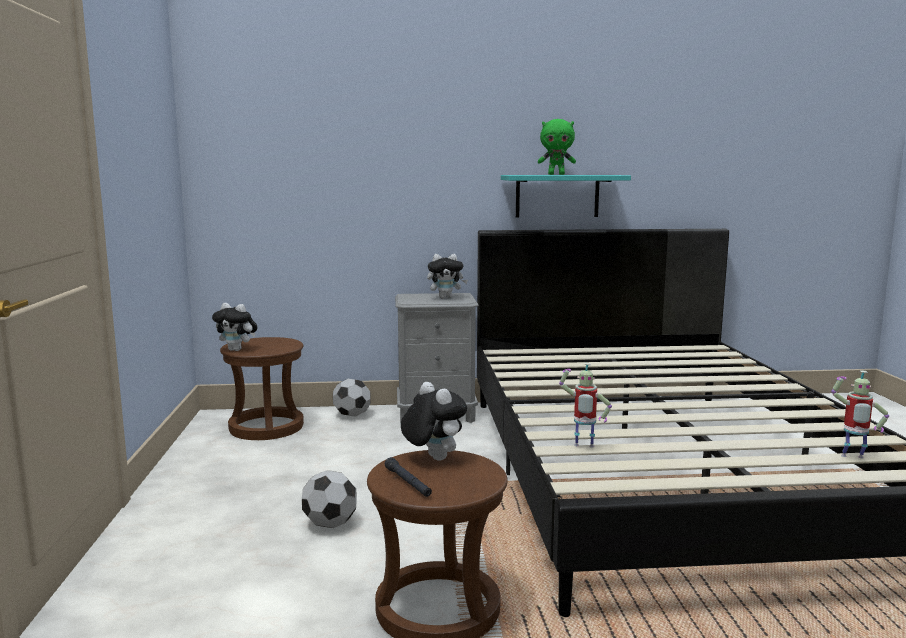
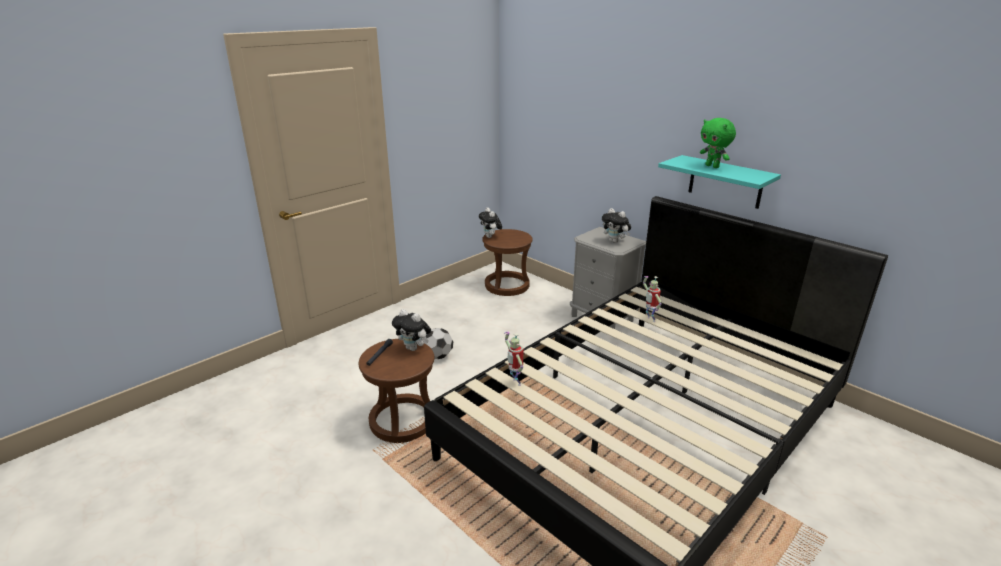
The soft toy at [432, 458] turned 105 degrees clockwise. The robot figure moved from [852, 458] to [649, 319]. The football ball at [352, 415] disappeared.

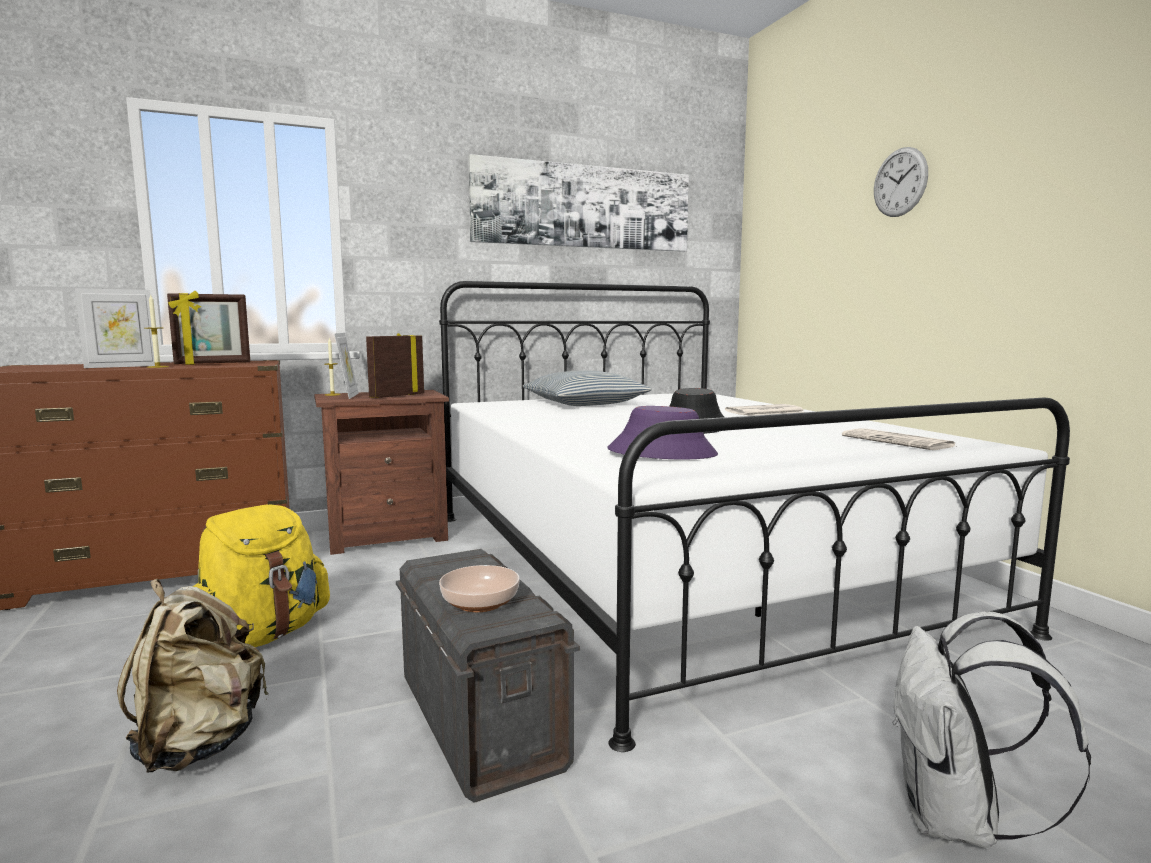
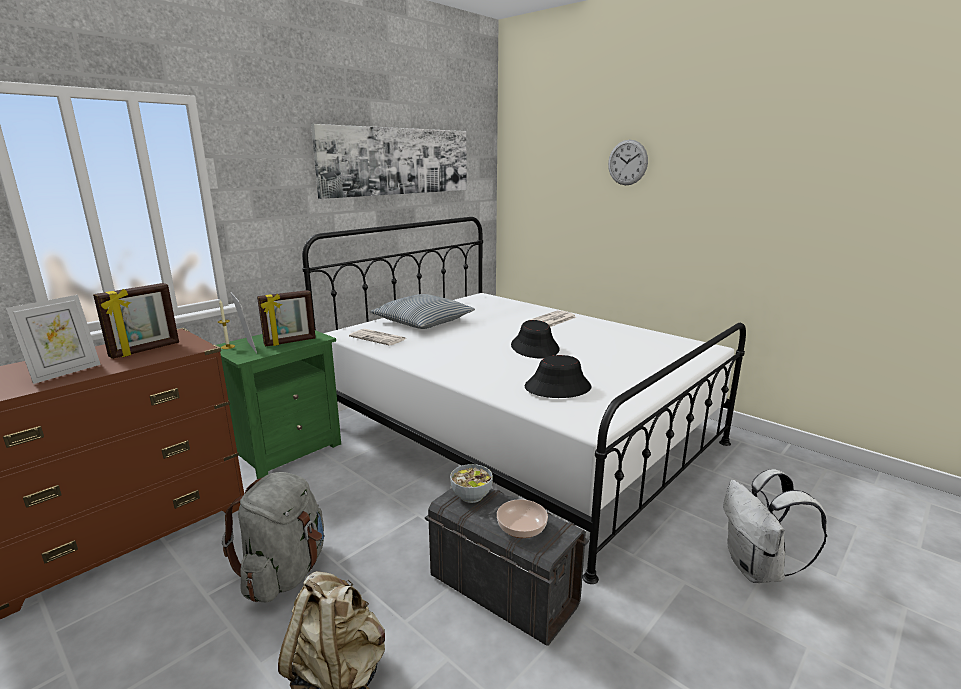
The brown nightstand at [387, 536] became the green nightstand at [287, 449]. The yellow backpack at [261, 636] became the grey backpack at [285, 572]. The picture frame at [396, 396] turned 135 degrees counterclockwise. The daily paper moved from [899, 441] to [379, 338]. The deep dish at [471, 495] appeared. The purple-coloured wearable hat at [662, 453] became the blackish wearable hat at [557, 387]. The wax candle at [157, 367] disappeared.

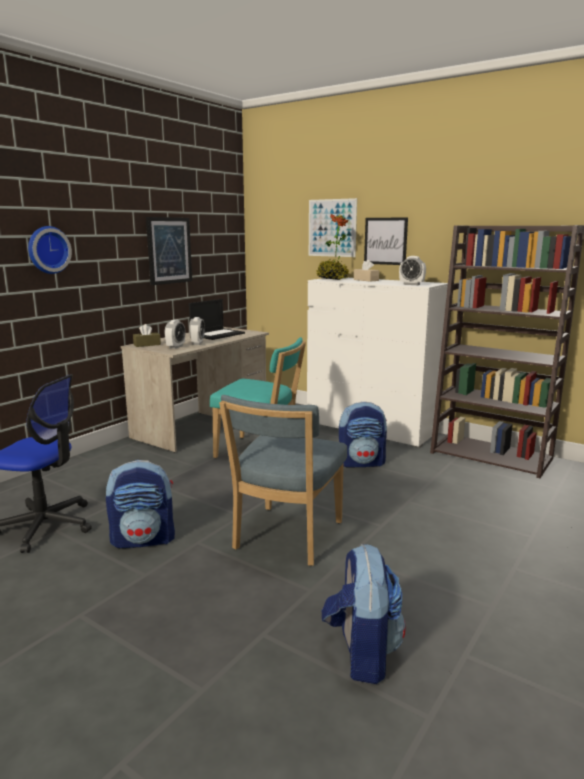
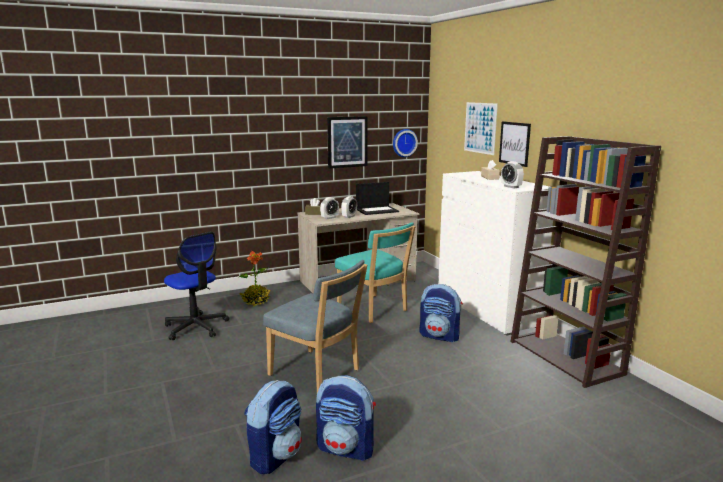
The potted plant moved from [332, 279] to [255, 301]. The blue-coloured plain chair at [285, 538] turned 105 degrees counterclockwise. The backpack moved from [144, 539] to [346, 448]. The wall clock moved from [47, 250] to [404, 142].

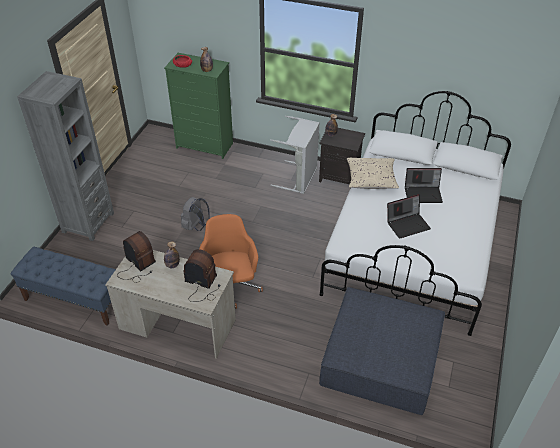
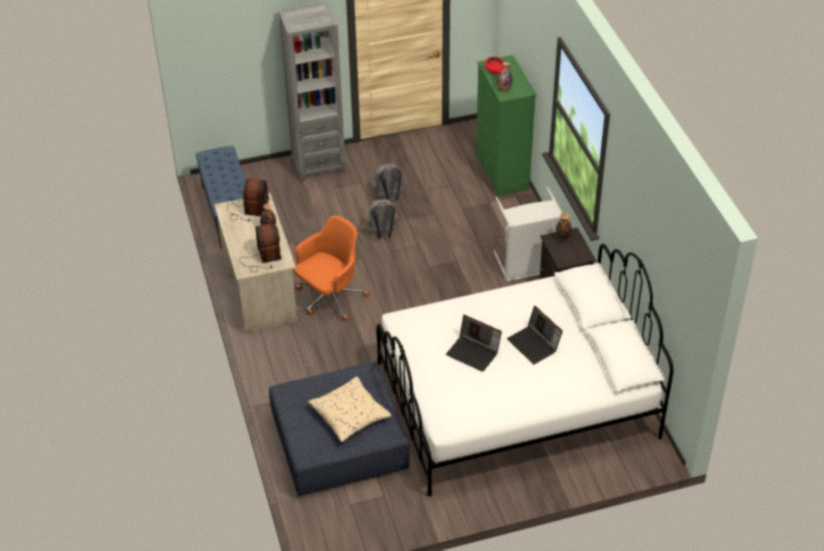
The sand-coloured throw pillow moved from [371, 179] to [350, 415]. The grey backpack at [388, 197] appeared.

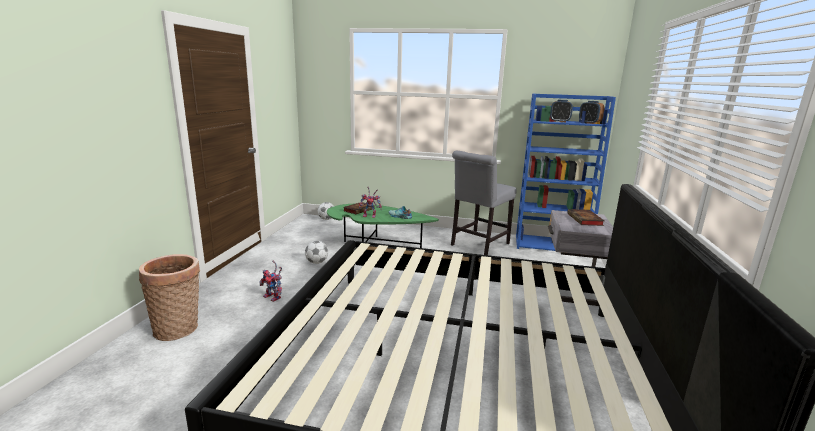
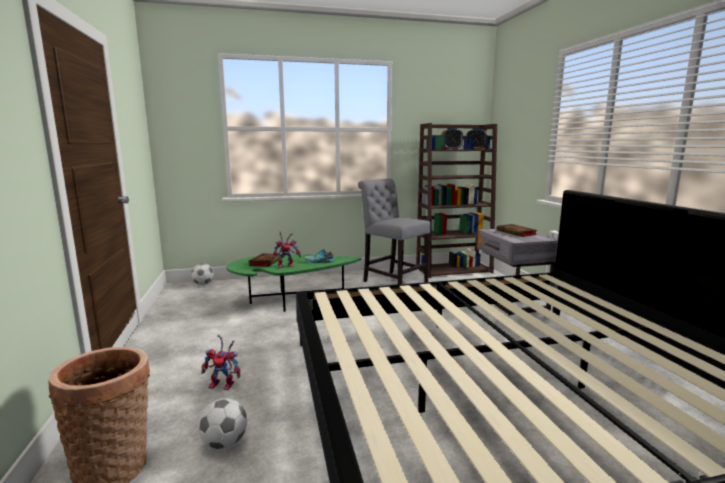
The football ball moved from [317, 262] to [224, 443]. The grey plain chair at [478, 245] turned 120 degrees clockwise. The blue-coloured shelving unit at [552, 245] became the brown shelving unit at [454, 270].

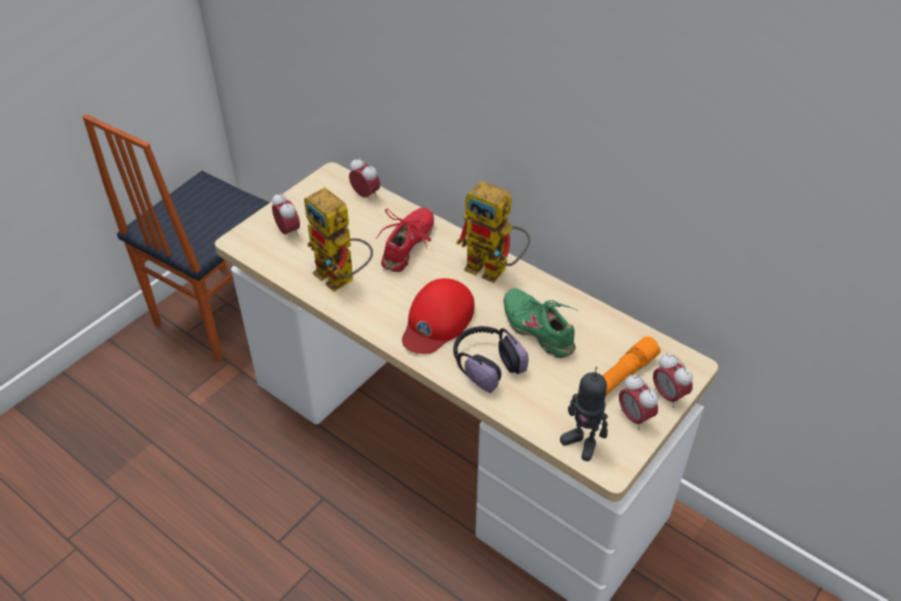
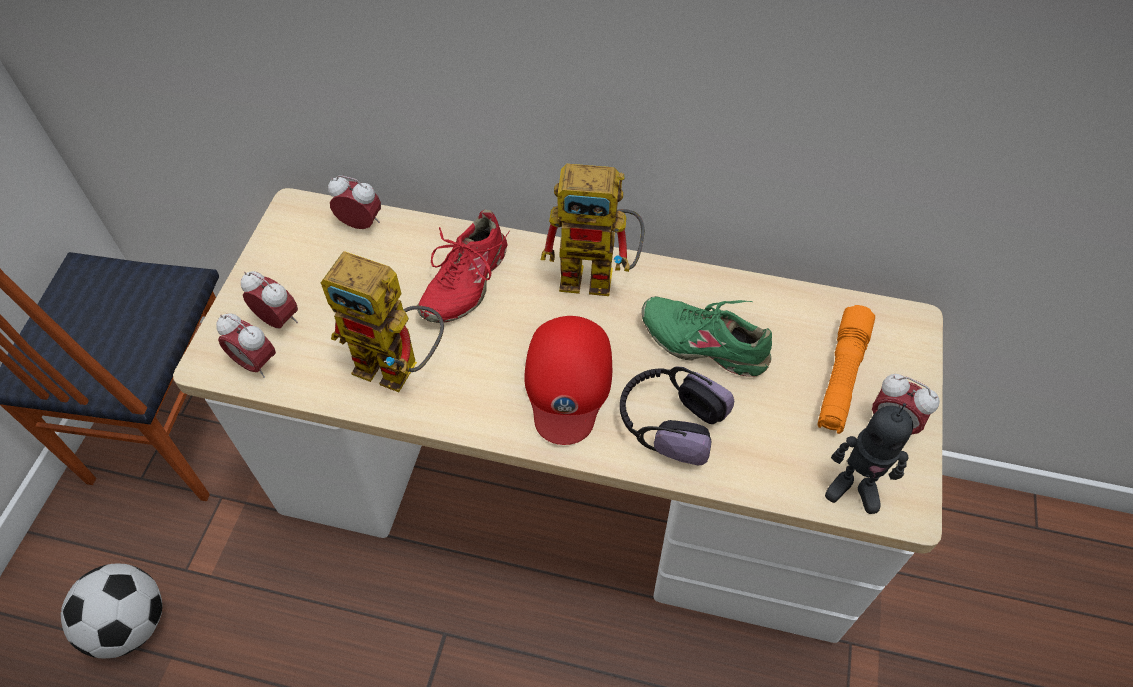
The football ball at [130, 624] appeared. The alarm clock moved from [668, 395] to [255, 363]. The red-coloured low shoe at [408, 246] turned 150 degrees counterclockwise.

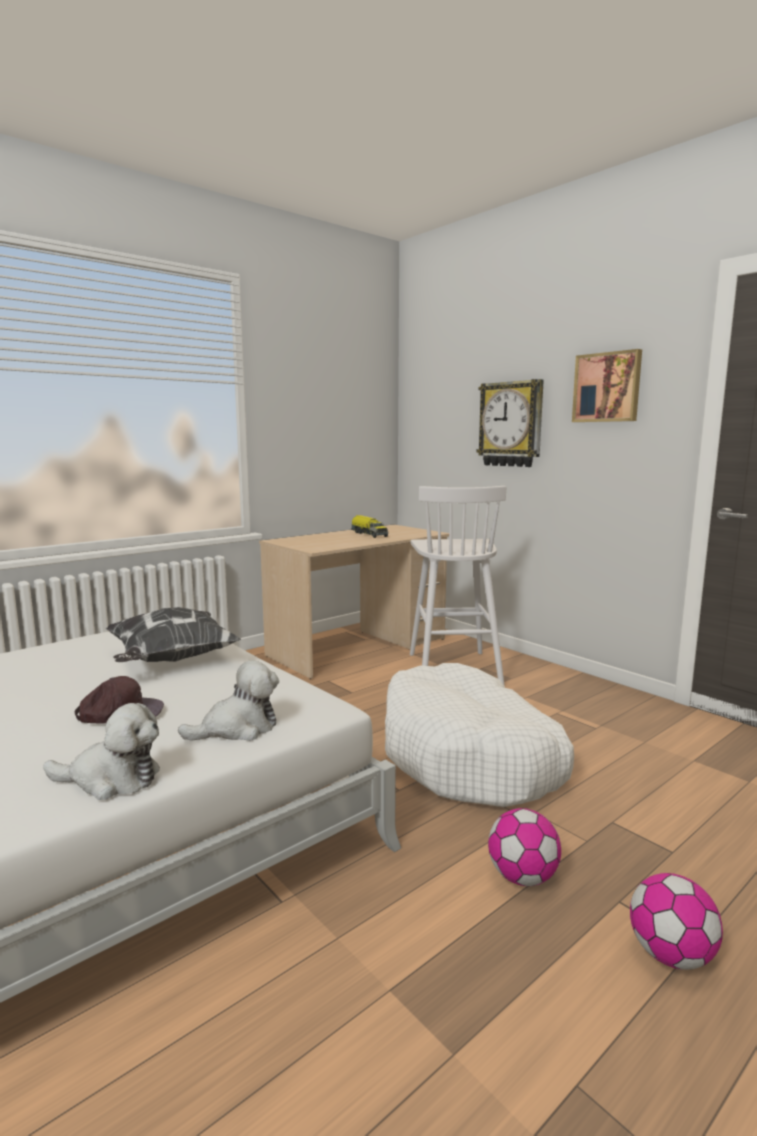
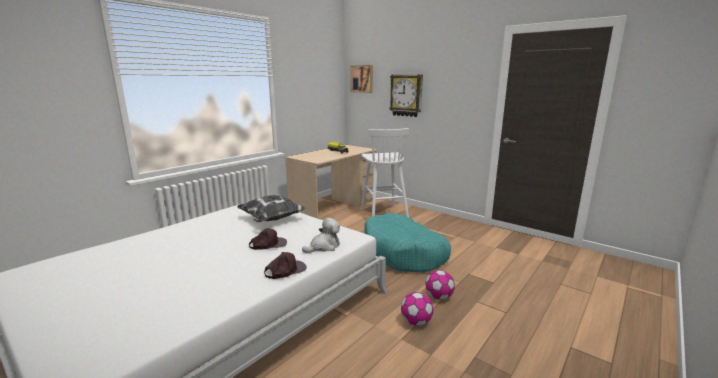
The soft toy at [111, 779] was replaced by the brown peaked cap at [285, 270]. The picture moved from [607, 387] to [362, 79]. The white dog bed at [469, 756] became the turquoise-coloured dog bed at [403, 253]. The football ball moved from [670, 955] to [416, 322].

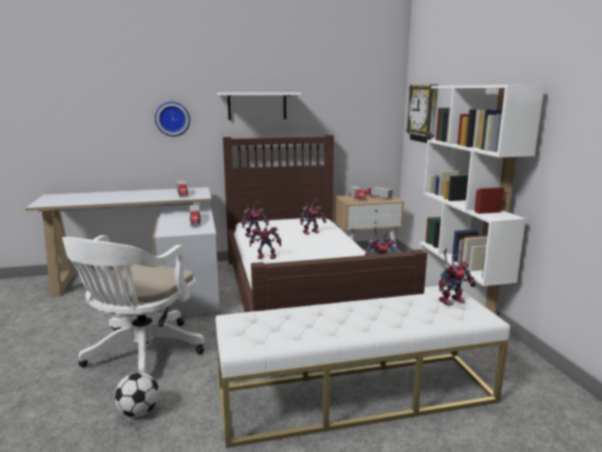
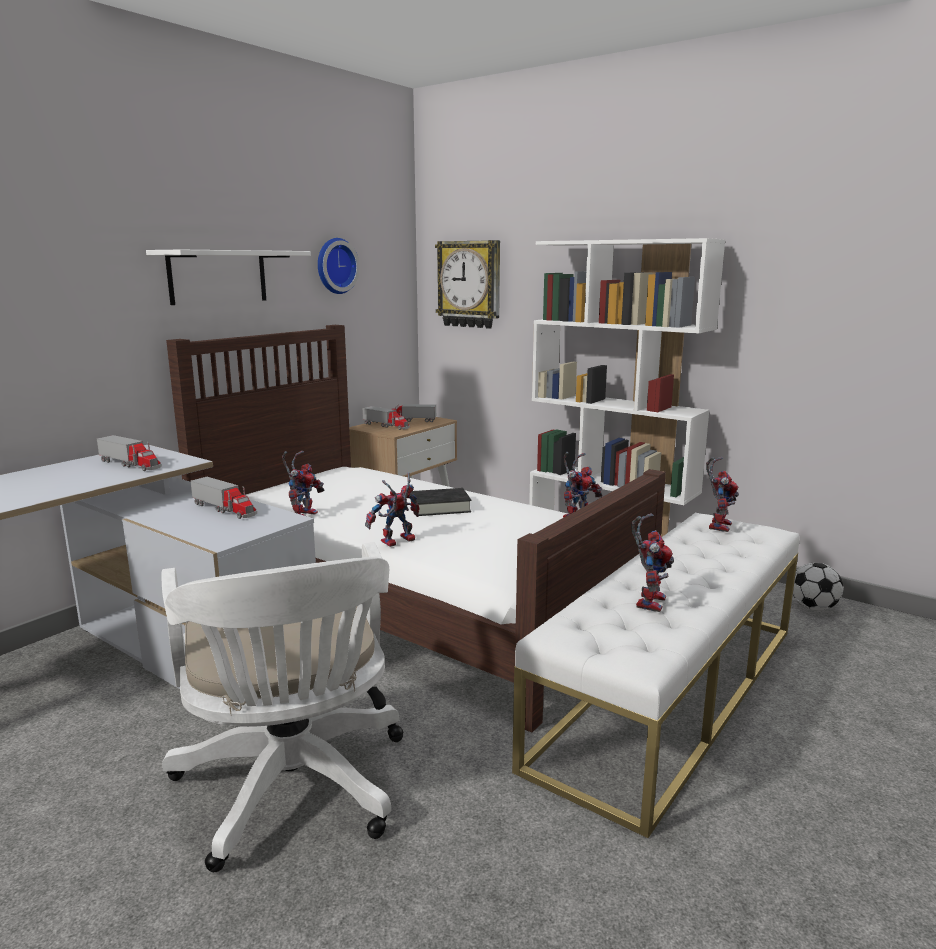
The wall clock moved from [172, 119] to [335, 266]. The blackish volume at [440, 507] appeared. The robot figure moved from [311, 232] to [648, 600]. The football ball moved from [139, 412] to [813, 608].

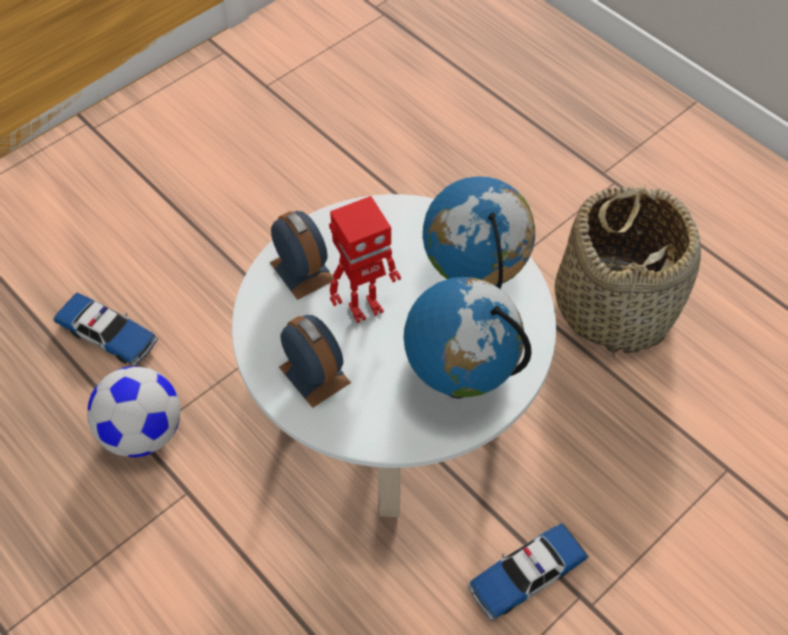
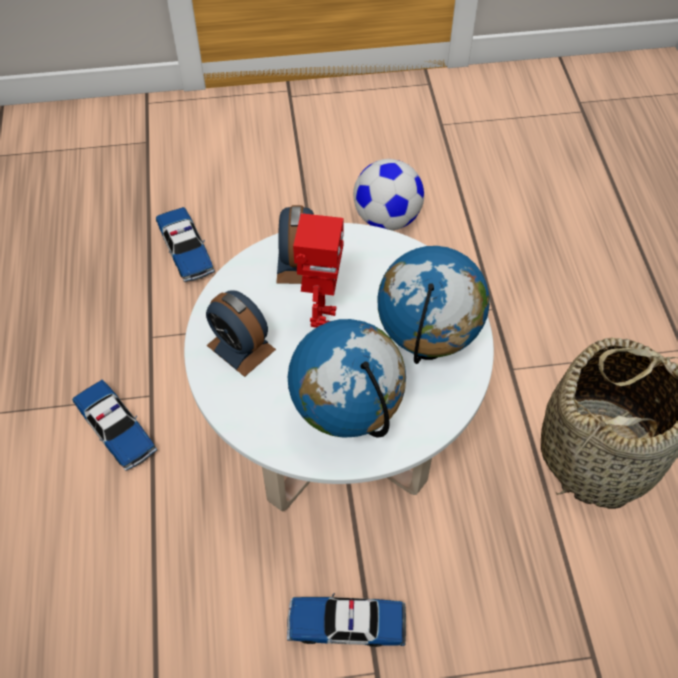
The toy car at [116, 429] appeared. The alarm clock at [314, 375] turned 135 degrees clockwise. The robot figure at [364, 307] turned 90 degrees counterclockwise. The football ball moved from [142, 432] to [386, 218].

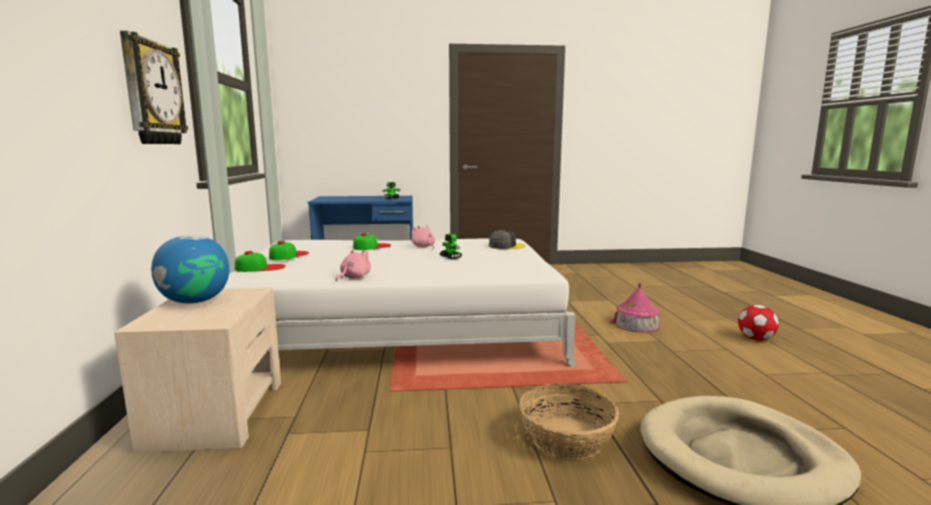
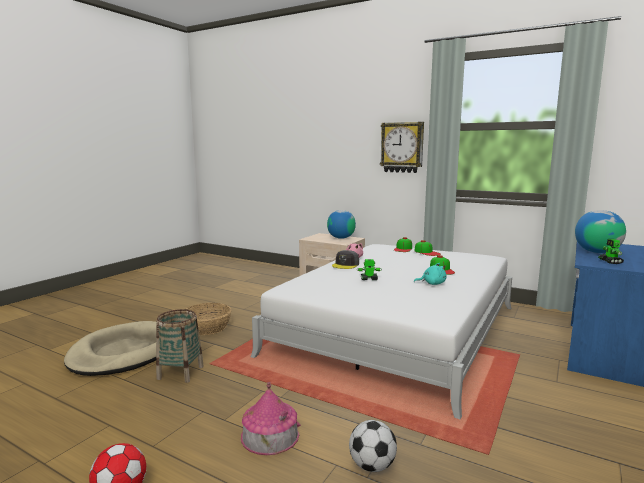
The storage basket at [180, 372] appeared. The grey peaked cap moved from [506, 246] to [345, 265]. The football ball at [372, 466] appeared. The pinkish soft toy at [423, 246] became the turquoise-coloured soft toy at [432, 283]. The globe at [597, 252] appeared.

